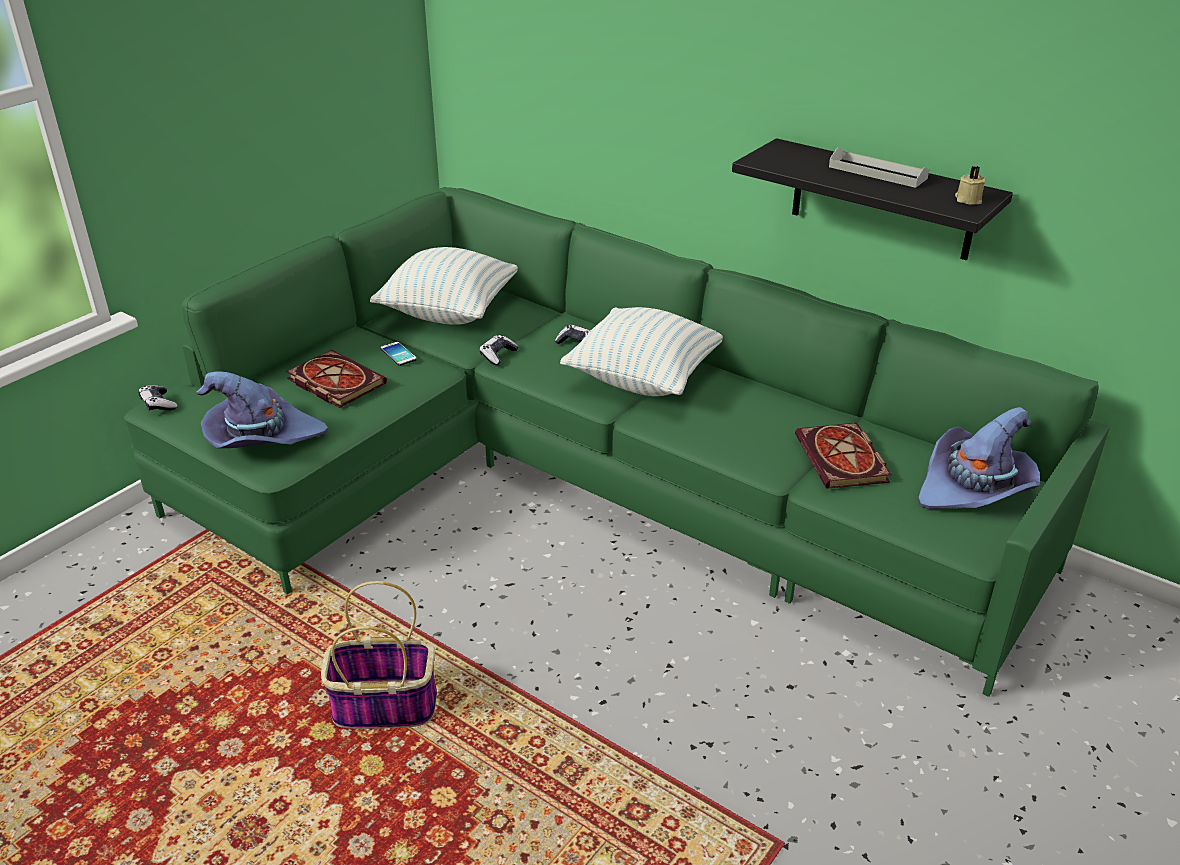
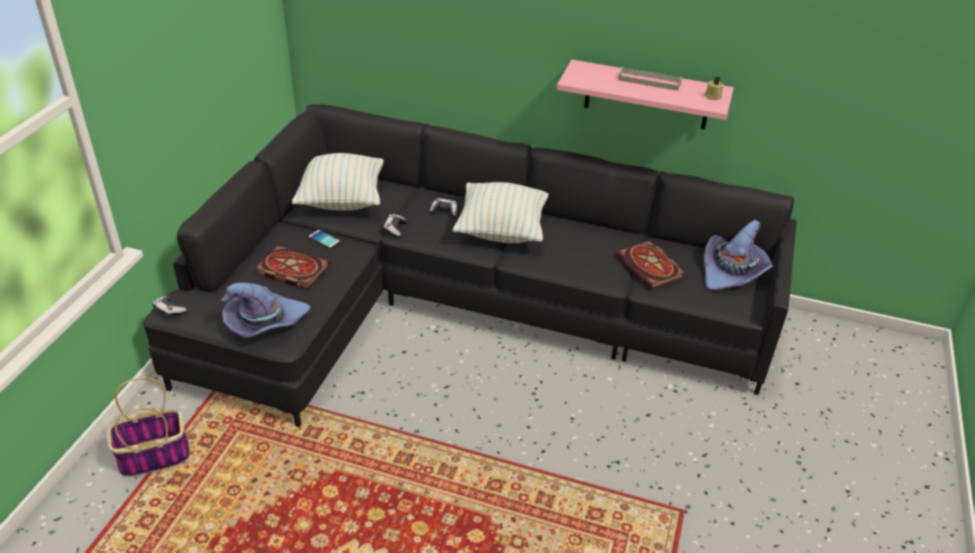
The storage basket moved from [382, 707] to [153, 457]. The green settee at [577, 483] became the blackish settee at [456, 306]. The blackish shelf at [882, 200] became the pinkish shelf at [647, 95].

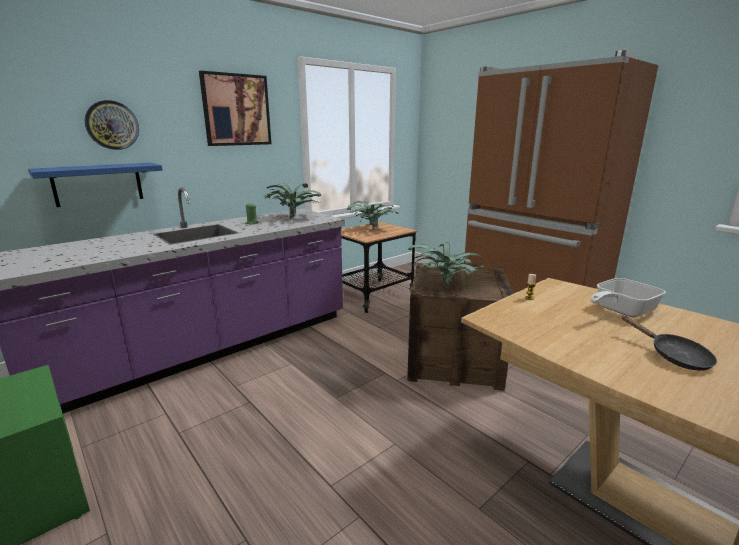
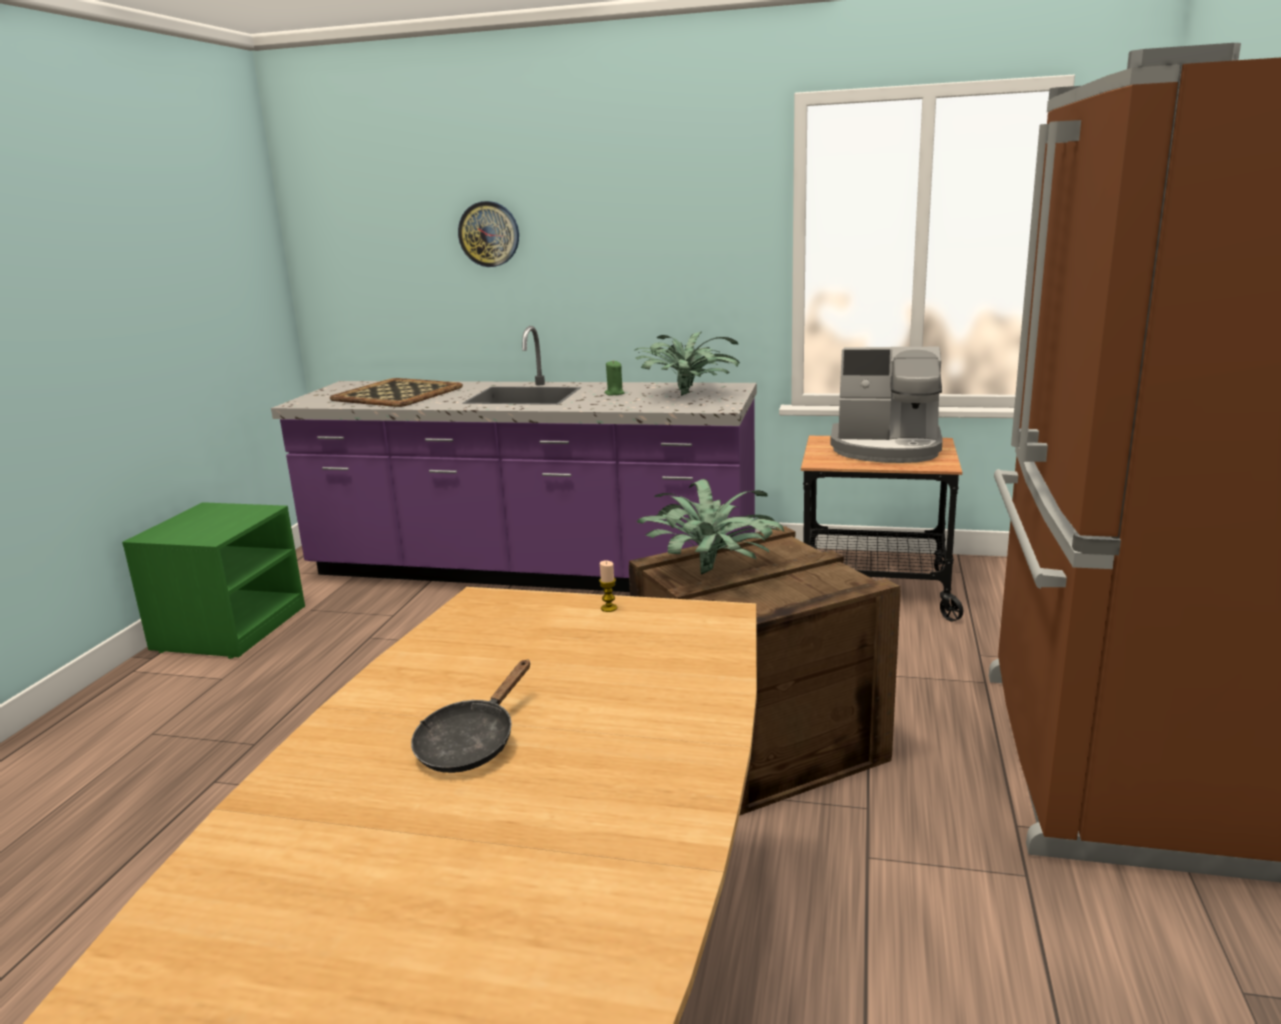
The tray at [397, 393] appeared. The potted plant at [372, 229] was replaced by the coffee maker at [886, 448]. The blue-coloured shelf at [98, 184] disappeared. The picture at [236, 110] disappeared. The frying pan at [620, 311] disappeared.

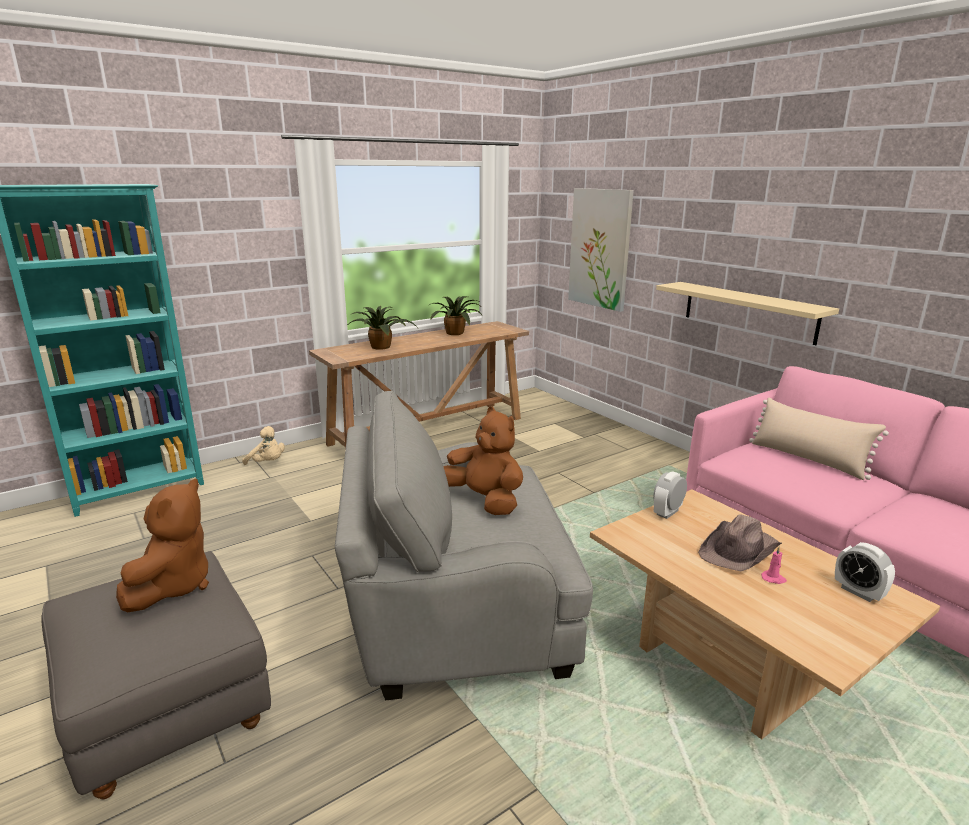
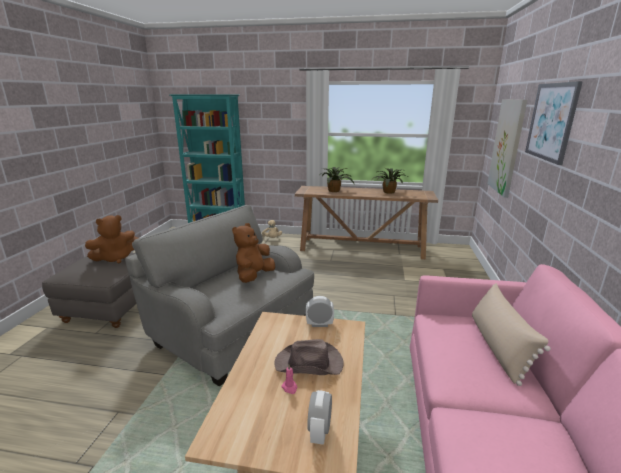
The brown soft toy at [485, 500] turned 150 degrees counterclockwise. The picture at [551, 121] appeared. The sand-coloured shelf at [748, 311] disappeared.

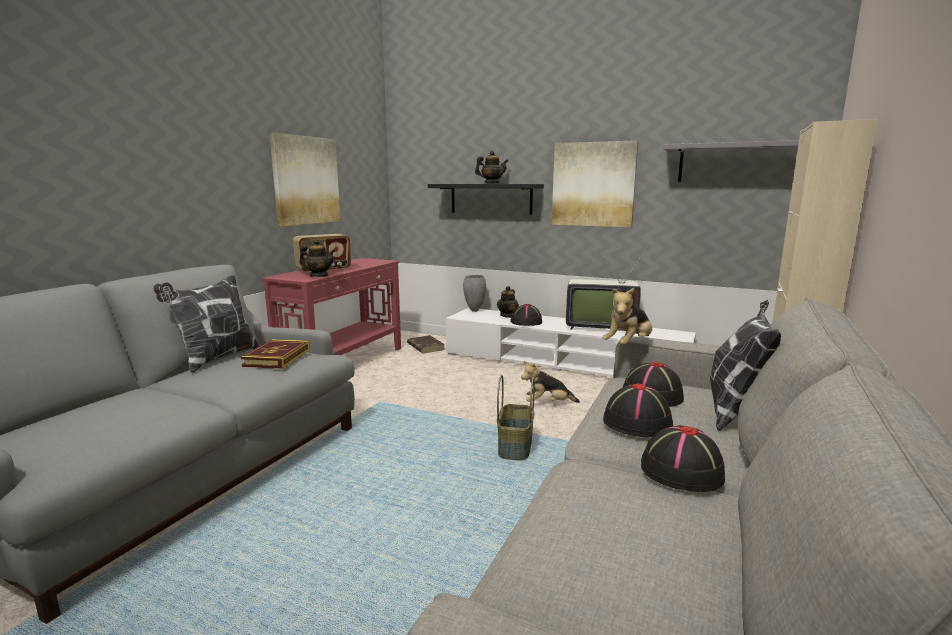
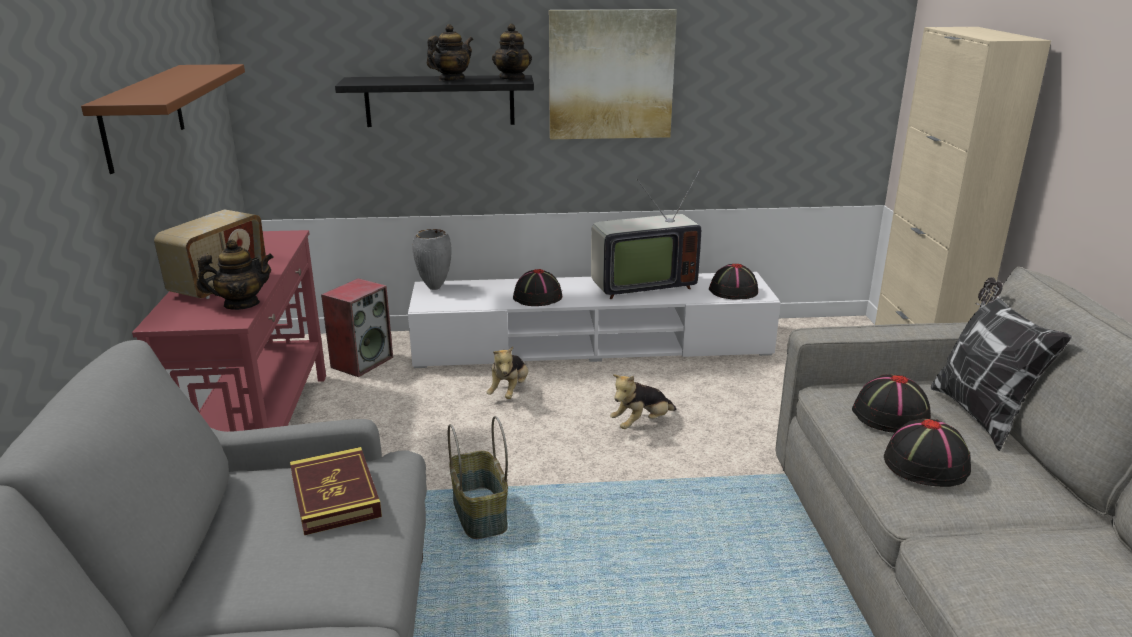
The picture at [306, 180] was replaced by the brown shelf at [143, 116]. The brown volume at [425, 346] was replaced by the loudspeaker at [362, 362]. The storage basket moved from [514, 446] to [478, 513]. The soft toy moved from [628, 345] to [509, 391]. The pot for tea moved from [507, 315] to [512, 78]. The blackish wearable hat moved from [680, 471] to [733, 291]. The throw pillow at [216, 359] disappeared. The grey shelf at [737, 163] disappeared.

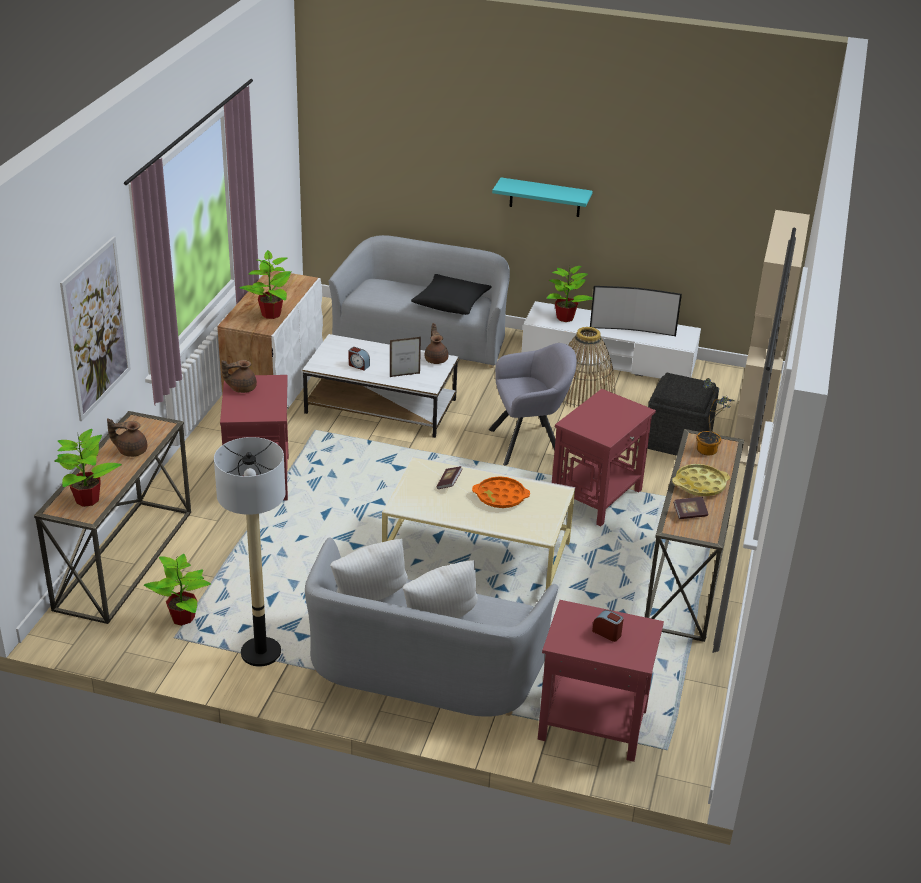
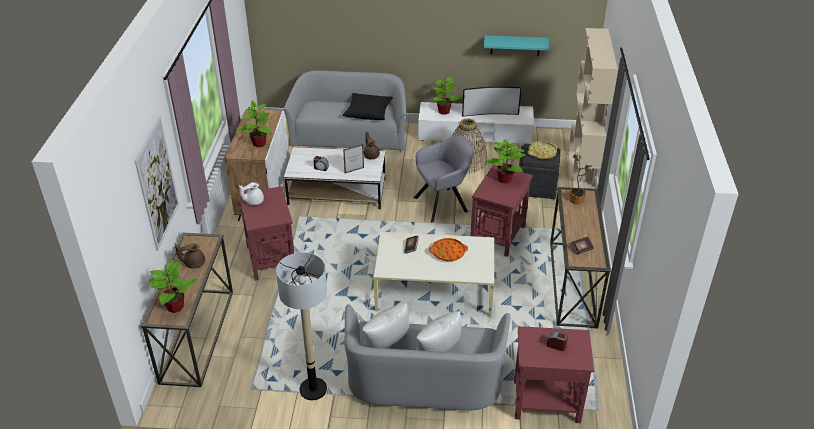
The brown pot for tea at [241, 388] became the white pot for tea at [253, 201]. The turquoise-coloured shelf moved from [545, 197] to [515, 45]. The potted plant moved from [184, 618] to [505, 179]. The yellow tray moved from [700, 484] to [542, 152].

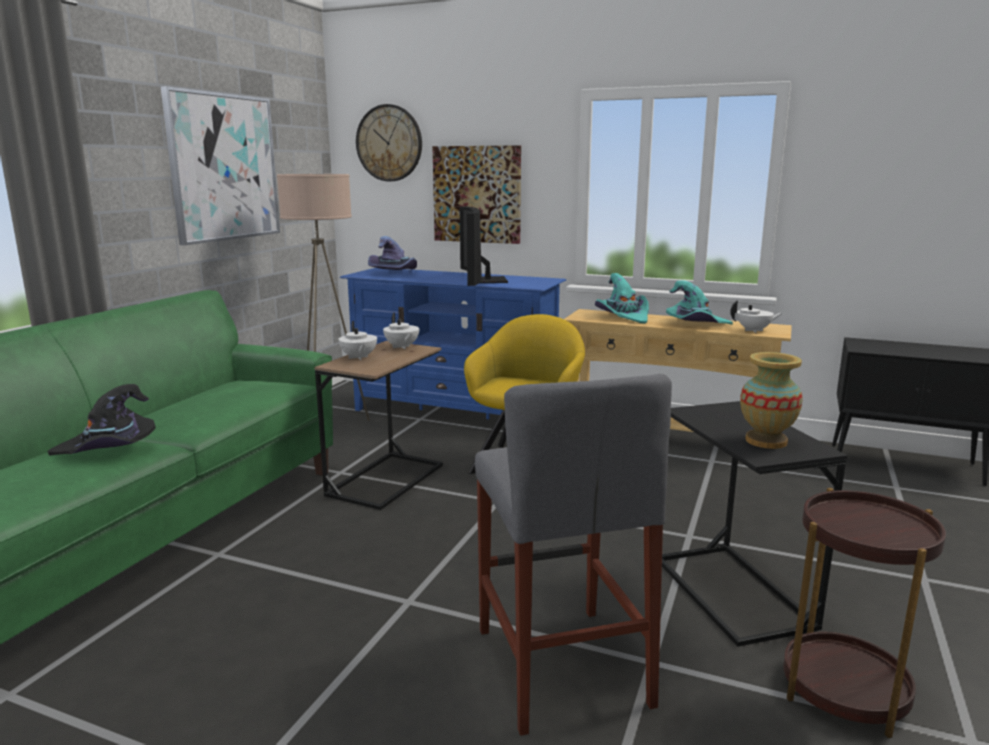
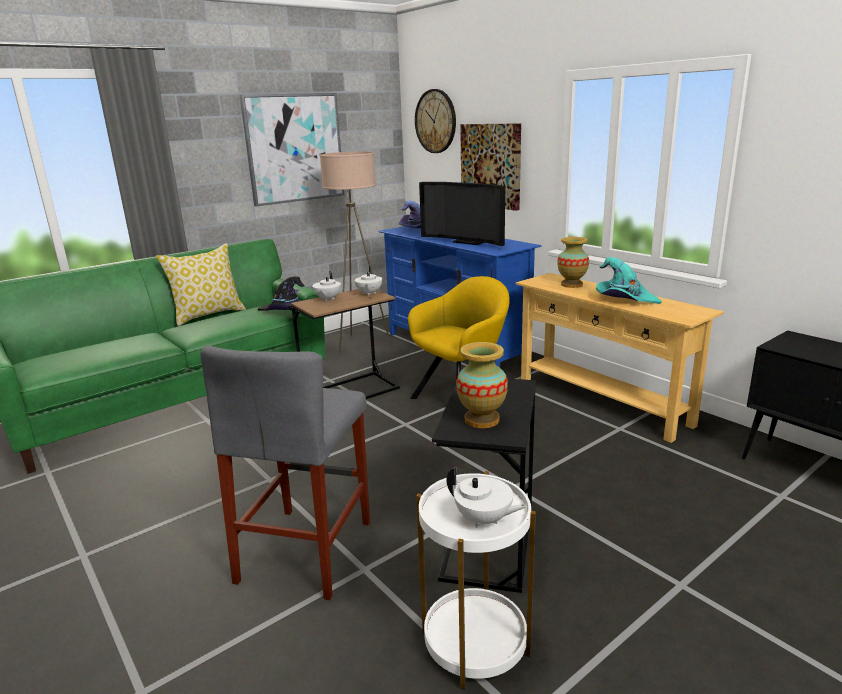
The throw pillow at [208, 315] appeared. The blackish wearable hat moved from [109, 448] to [285, 310]. The brown side table at [844, 690] became the white side table at [475, 643]. The TV at [482, 280] turned 75 degrees counterclockwise. The white pot for tea moved from [754, 330] to [484, 519]. The turquoise-coloured wearable hat at [623, 317] was replaced by the vase at [572, 285].

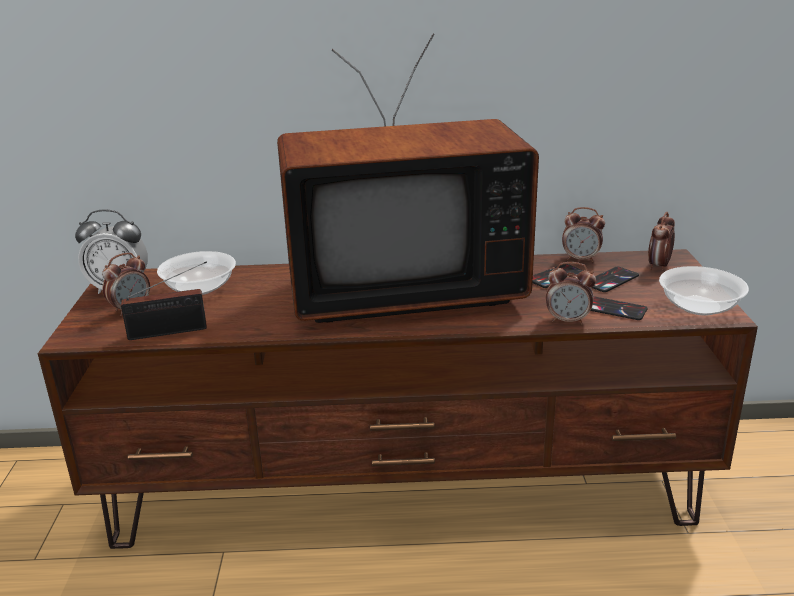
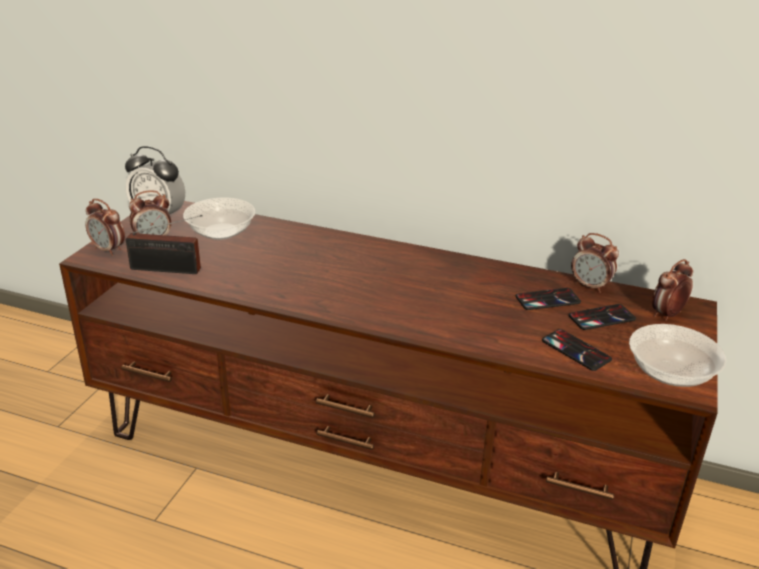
The alarm clock moved from [568, 321] to [108, 250]. The TV at [400, 290] disappeared.

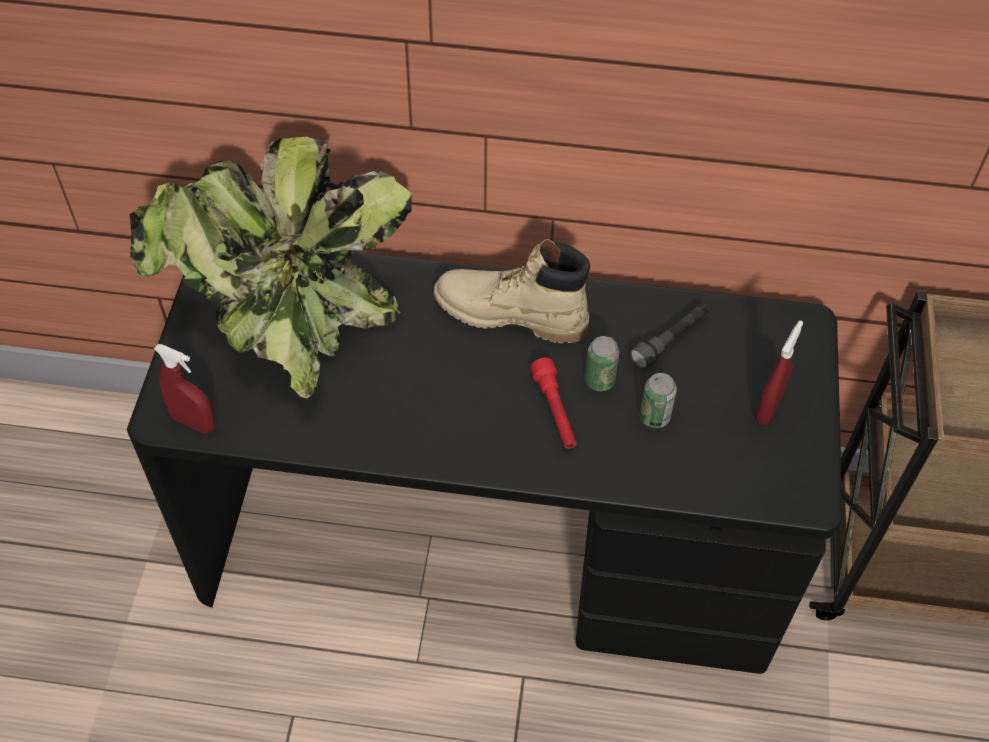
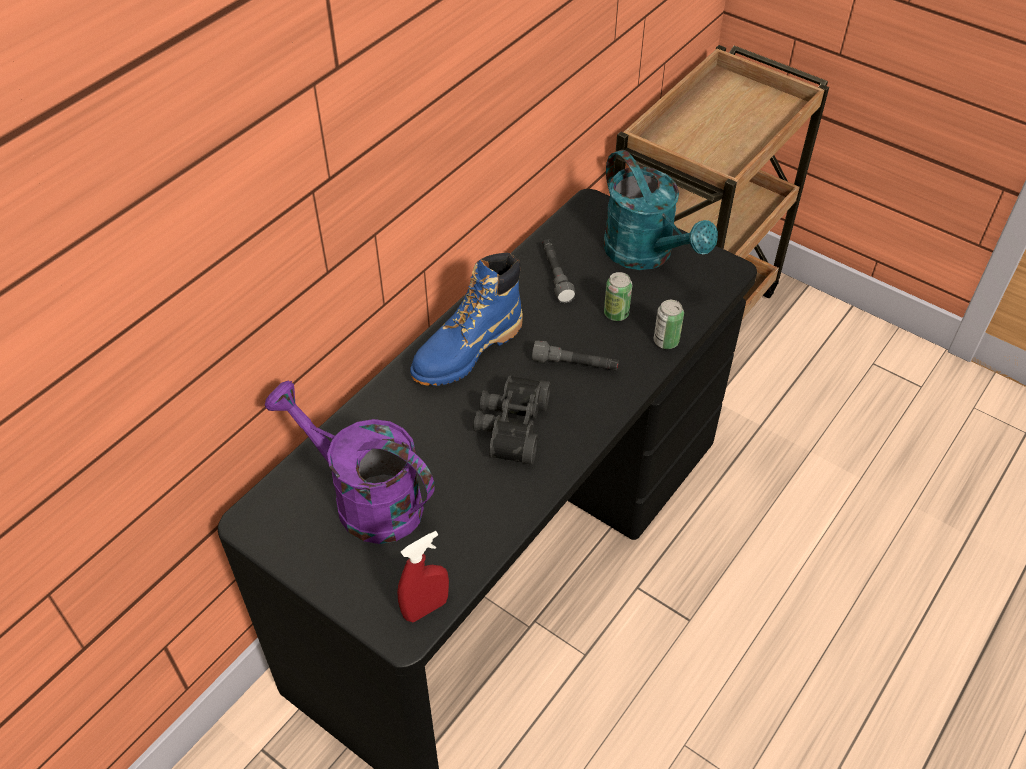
The potted plant at [285, 322] was replaced by the purple-coloured watering can at [365, 499]. The sand-coloured tall boot at [510, 314] became the blue-coloured tall boot at [467, 351]. The blackish pair of binoculars at [510, 426] appeared. The red-coloured hand torch at [555, 411] became the grey hand torch at [575, 364]. The red-coloured sprayer at [768, 408] was replaced by the turquoise-coloured watering can at [646, 255]. The metal can moved from [599, 380] to [666, 341].

